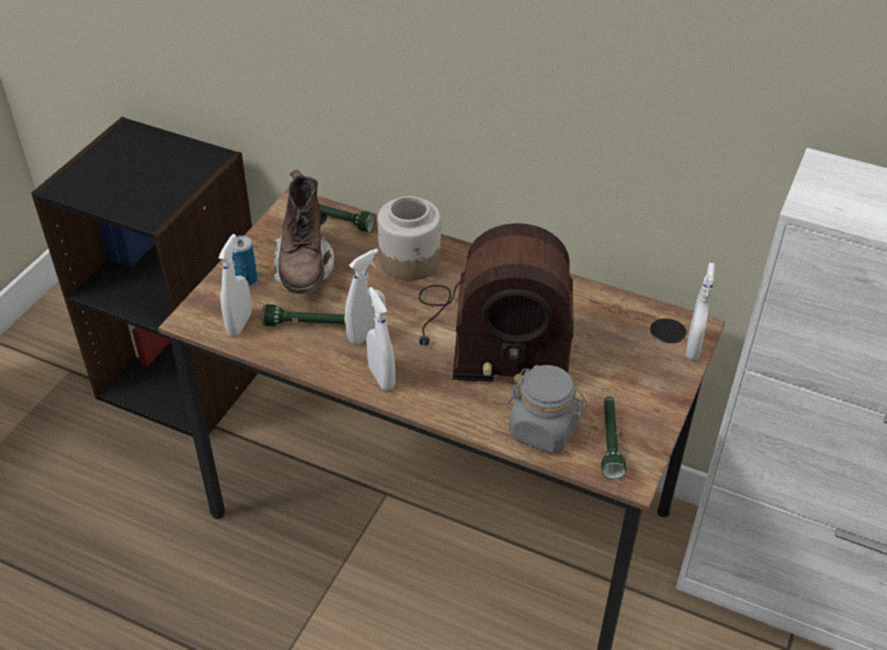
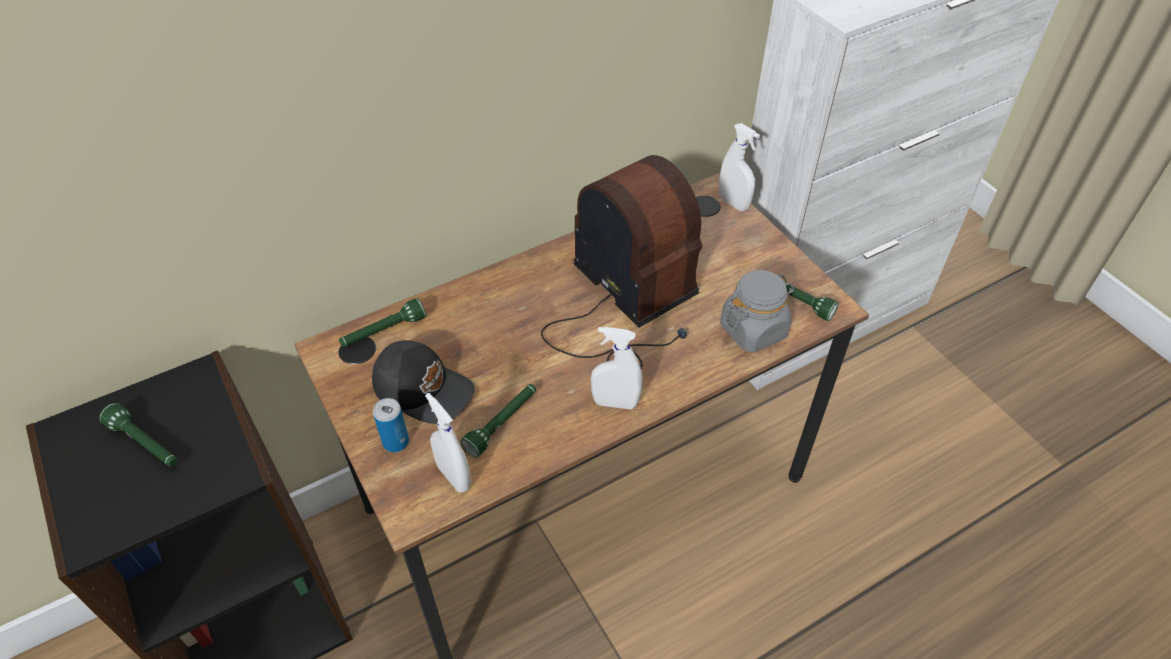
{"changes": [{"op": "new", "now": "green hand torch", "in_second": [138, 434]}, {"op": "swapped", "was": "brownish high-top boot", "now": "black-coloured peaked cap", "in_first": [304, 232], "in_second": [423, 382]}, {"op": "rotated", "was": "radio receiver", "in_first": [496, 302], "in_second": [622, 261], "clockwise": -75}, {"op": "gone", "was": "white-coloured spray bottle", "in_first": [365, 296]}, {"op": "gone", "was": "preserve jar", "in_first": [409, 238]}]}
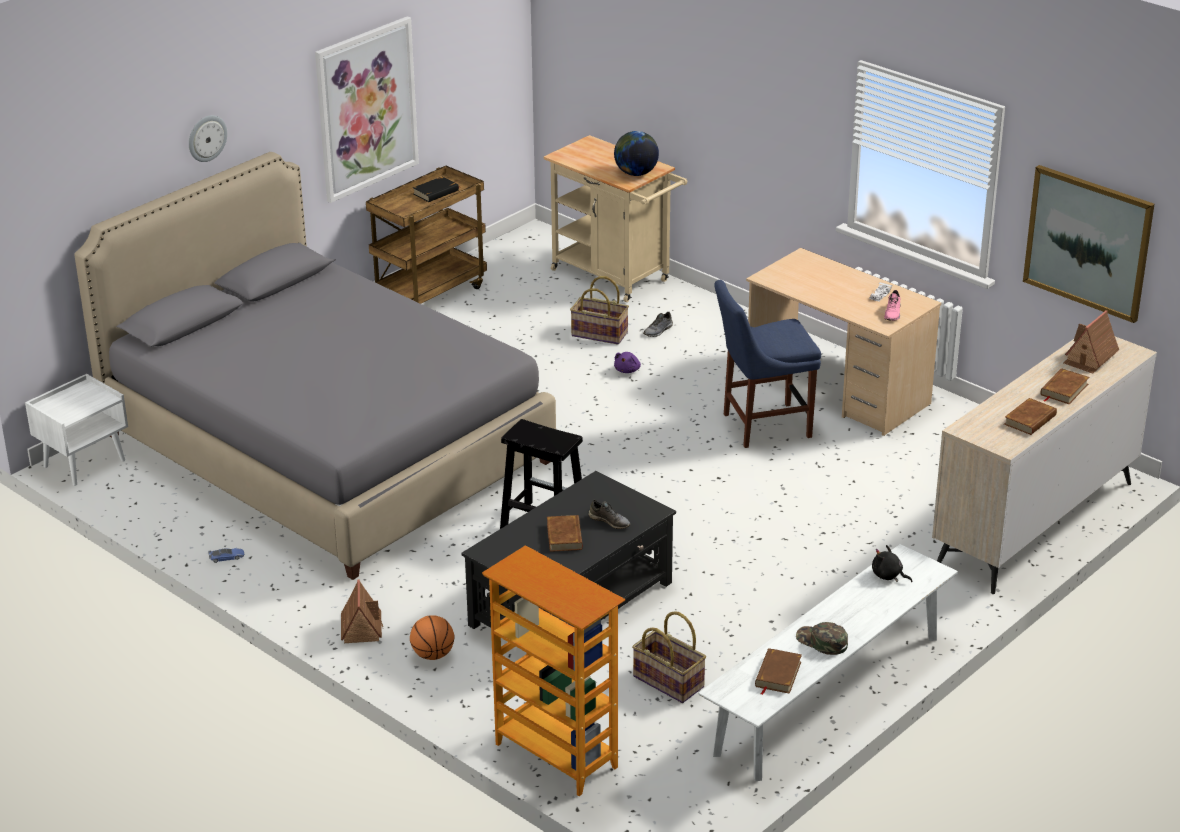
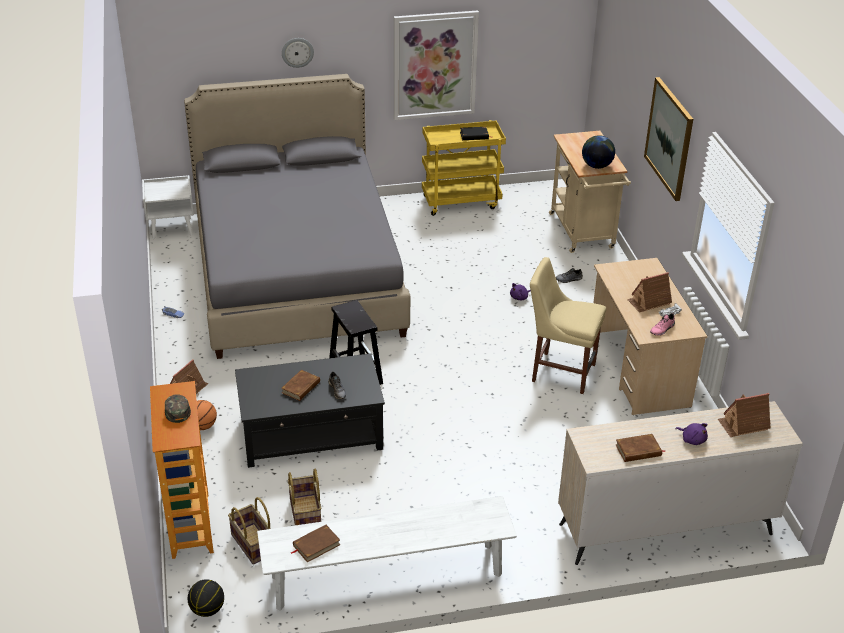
{"changes": [{"op": "shifted", "was": "green peaked cap", "in_first": [822, 638], "in_second": [178, 408]}, {"op": "new", "now": "basketball ball", "in_second": [206, 598]}, {"op": "shifted", "was": "storage basket", "in_first": [599, 310], "in_second": [249, 531]}, {"op": "repainted", "was": "brownish wheeled cart", "now": "yellow wheeled cart", "in_first": [426, 235], "in_second": [464, 168]}, {"op": "repainted", "was": "bluish chair", "now": "beige chair", "in_first": [767, 364], "in_second": [568, 325]}, {"op": "new", "now": "toy house", "in_second": [649, 292]}, {"op": "shifted", "was": "wall art", "in_first": [1088, 244], "in_second": [668, 139]}, {"op": "swapped", "was": "brownish bound book", "now": "purple-coloured cuddly toy", "in_first": [1065, 386], "in_second": [691, 434]}, {"op": "gone", "was": "black-coloured cuddly toy", "in_first": [892, 563]}]}
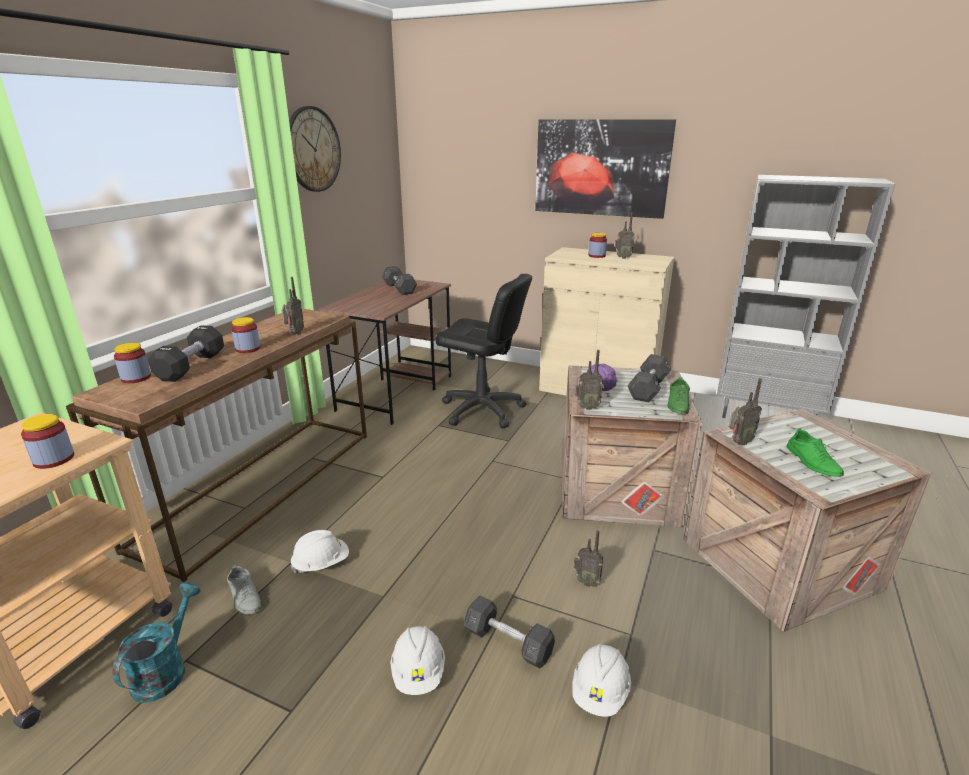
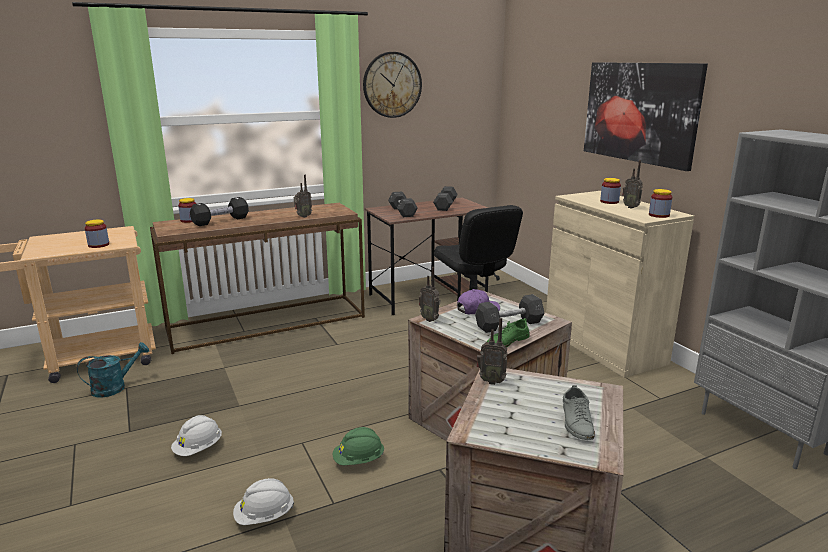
{"changes": [{"op": "swapped", "was": "radio receiver", "now": "green hard hat", "in_first": [588, 558], "in_second": [358, 446]}, {"op": "shifted", "was": "greyish free weight", "in_first": [509, 632], "in_second": [403, 204]}, {"op": "shifted", "was": "greyish shoe", "in_first": [244, 589], "in_second": [579, 412]}, {"op": "shifted", "was": "preserve jar", "in_first": [245, 335], "in_second": [660, 203]}, {"op": "gone", "was": "white-coloured hard hat", "in_first": [320, 552]}, {"op": "gone", "was": "green shoe", "in_first": [815, 452]}]}
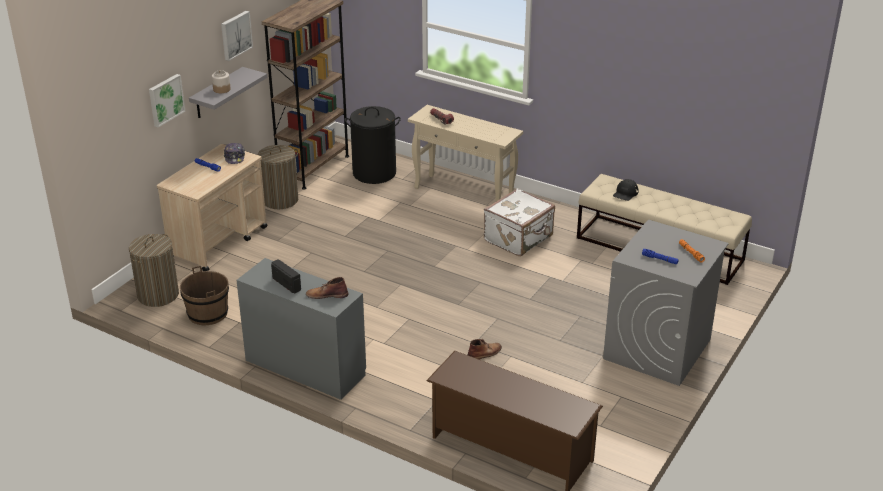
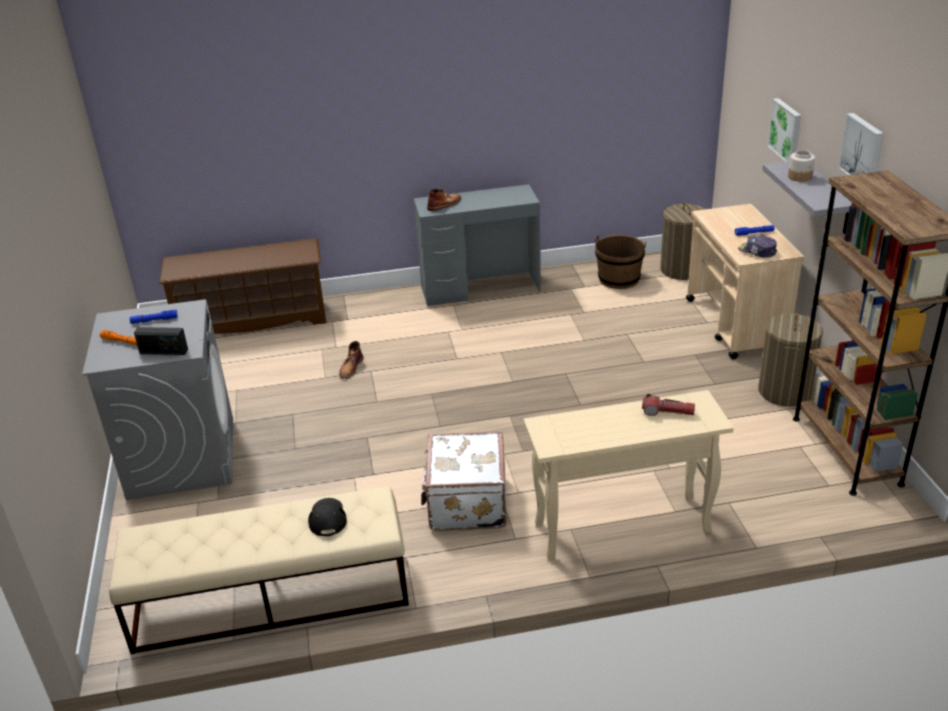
{"changes": [{"op": "shifted", "was": "radio receiver", "in_first": [286, 276], "in_second": [161, 341]}, {"op": "gone", "was": "black-coloured hamper", "in_first": [373, 145]}]}
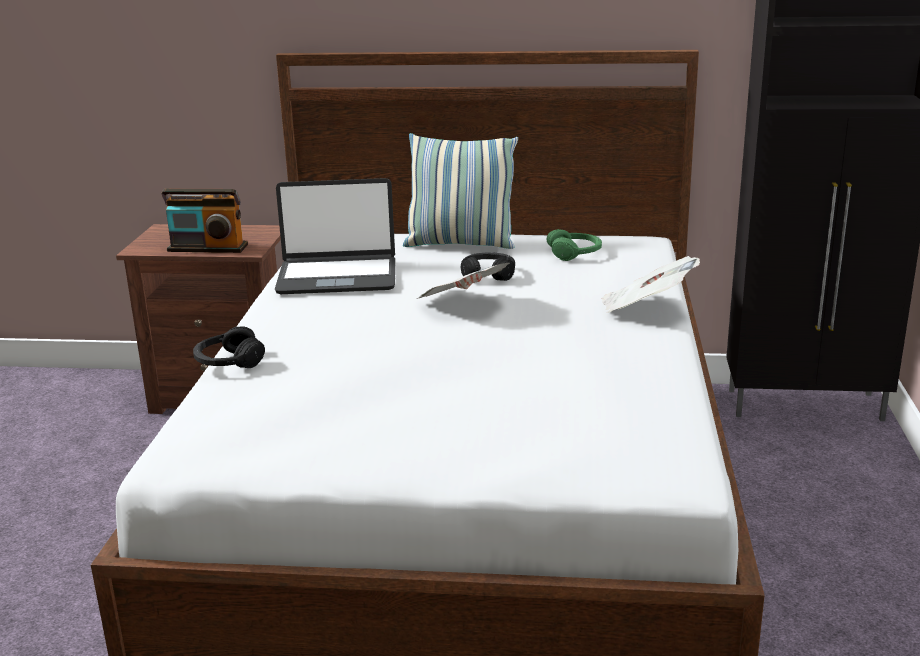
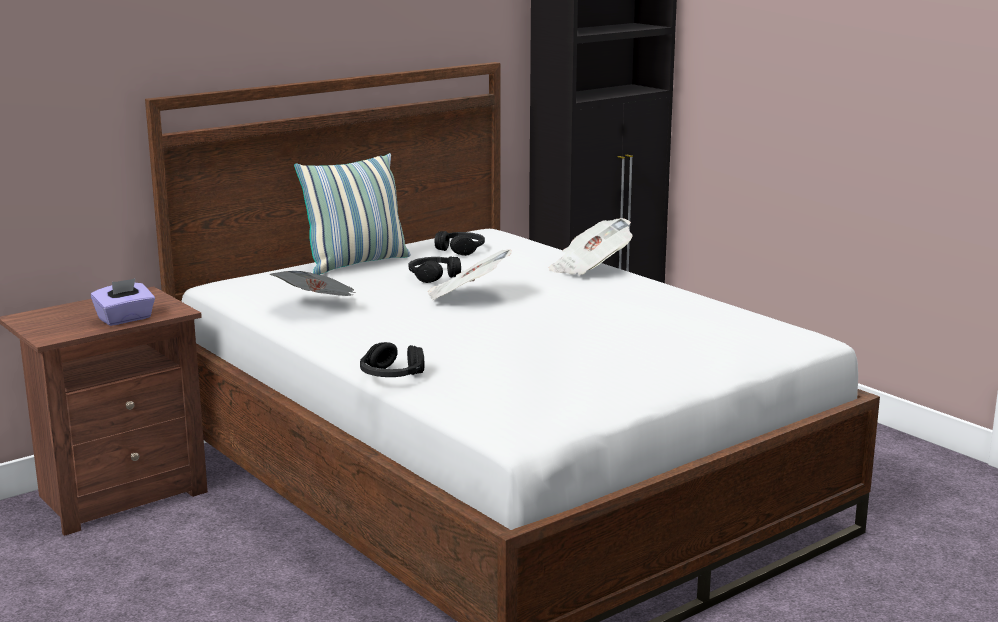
{"changes": [{"op": "swapped", "was": "radio receiver", "now": "purple-coloured tissue holder", "in_first": [205, 221], "in_second": [123, 302]}, {"op": "swapped", "was": "laptop", "now": "newspaper", "in_first": [335, 236], "in_second": [312, 283]}, {"op": "repainted", "was": "green headphones", "now": "black-coloured headphones", "in_first": [574, 245], "in_second": [460, 243]}]}
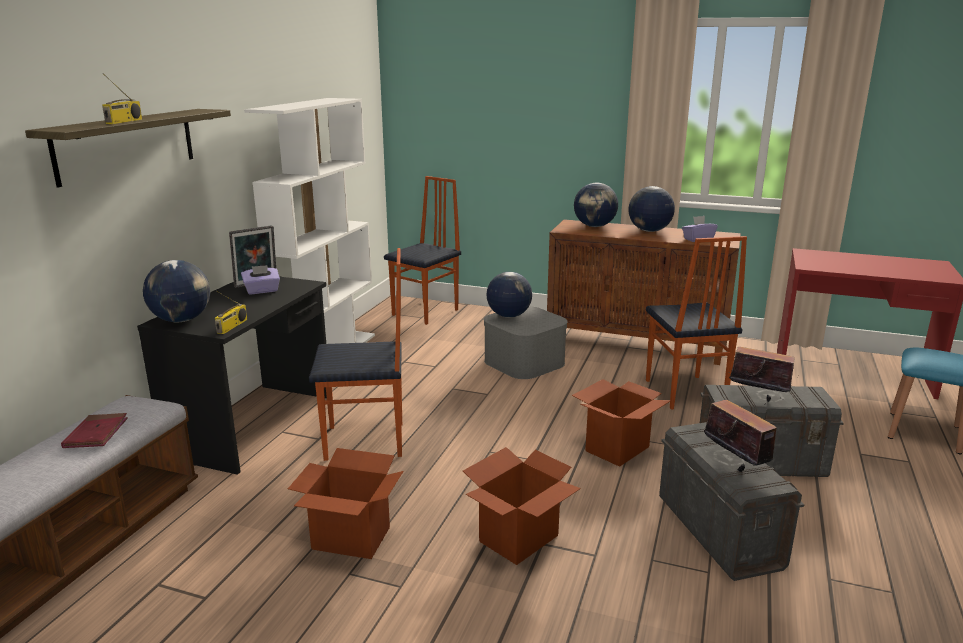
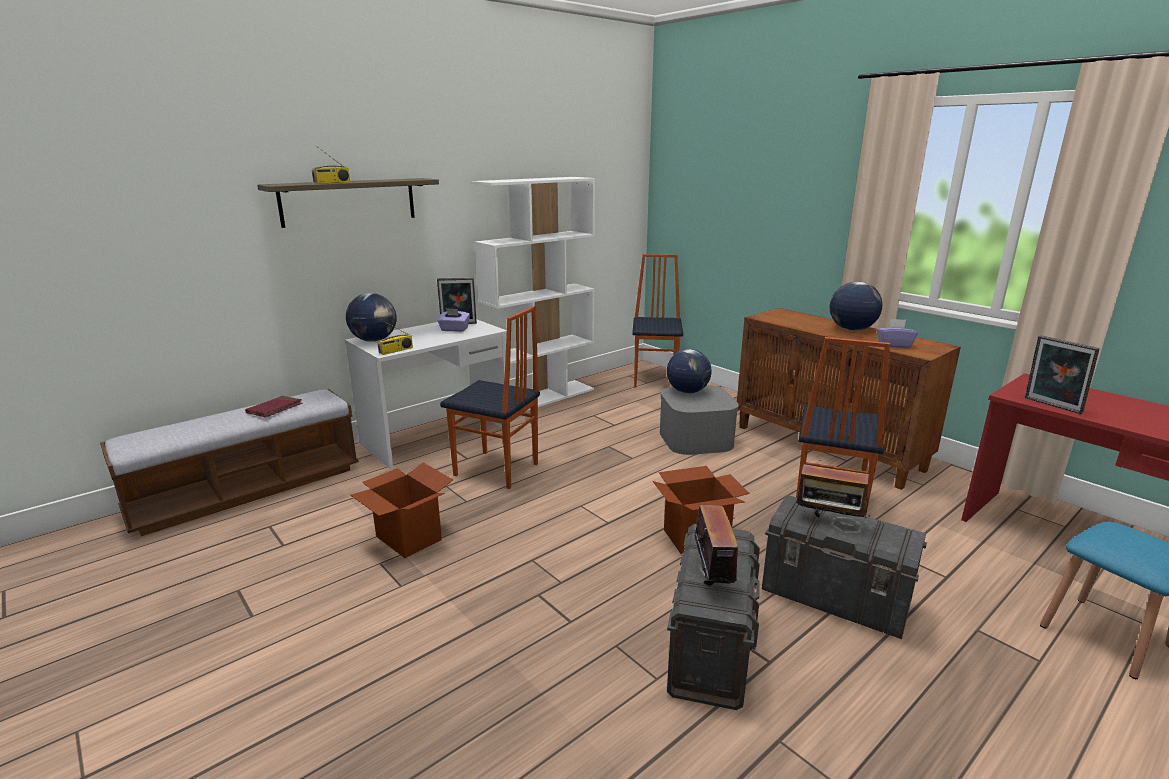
{"changes": [{"op": "repainted", "was": "black-coloured desk table", "now": "white-coloured desk table", "in_first": [232, 376], "in_second": [426, 394]}, {"op": "rotated", "was": "chair", "in_first": [422, 250], "in_second": [657, 320], "clockwise": -60}, {"op": "rotated", "was": "radio receiver", "in_first": [762, 371], "in_second": [833, 489], "clockwise": 150}, {"op": "new", "now": "photo frame", "in_second": [1062, 374]}, {"op": "gone", "was": "packing box", "in_first": [522, 506]}, {"op": "gone", "was": "desk globe", "in_first": [596, 205]}]}
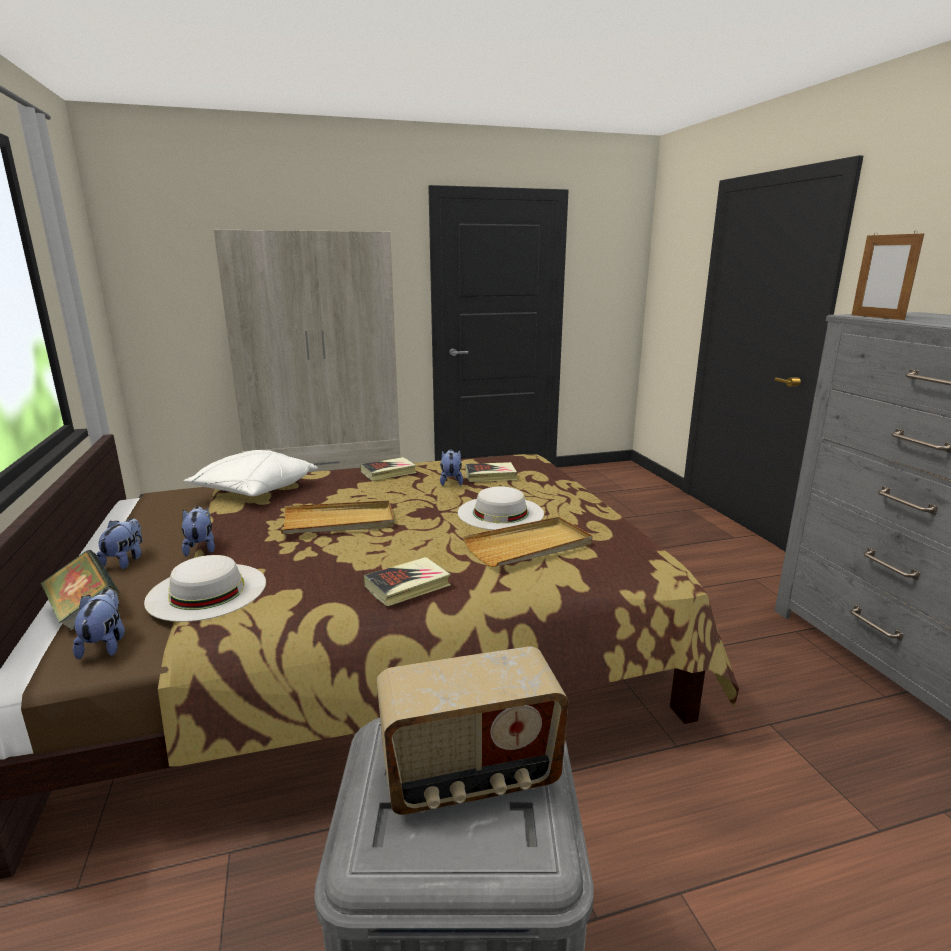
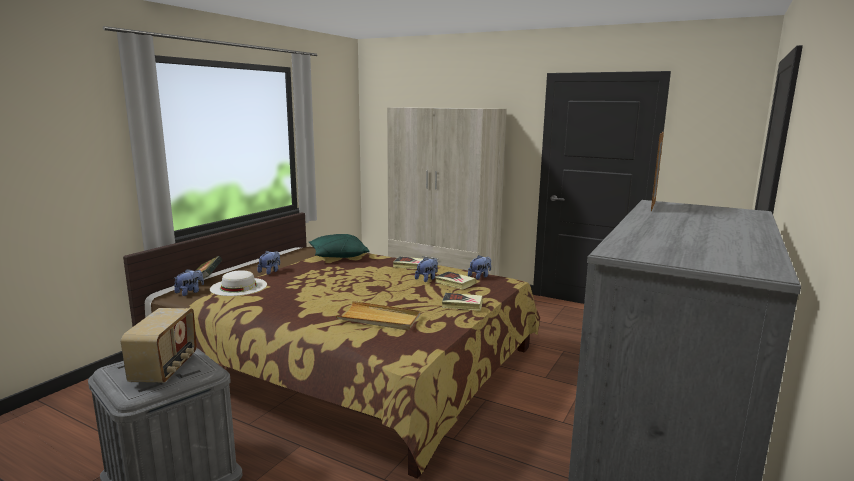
{"changes": [{"op": "rotated", "was": "radio receiver", "in_first": [472, 730], "in_second": [159, 345], "clockwise": -120}, {"op": "repainted", "was": "white-coloured pillow", "now": "green pillow", "in_first": [251, 473], "in_second": [339, 246]}, {"op": "shifted", "was": "bound book", "in_first": [407, 582], "in_second": [462, 302]}, {"op": "shifted", "was": "cuddly toy", "in_first": [119, 543], "in_second": [479, 267]}, {"op": "gone", "was": "beige tray", "in_first": [337, 517]}, {"op": "gone", "was": "white-coloured wearable hat", "in_first": [501, 508]}]}
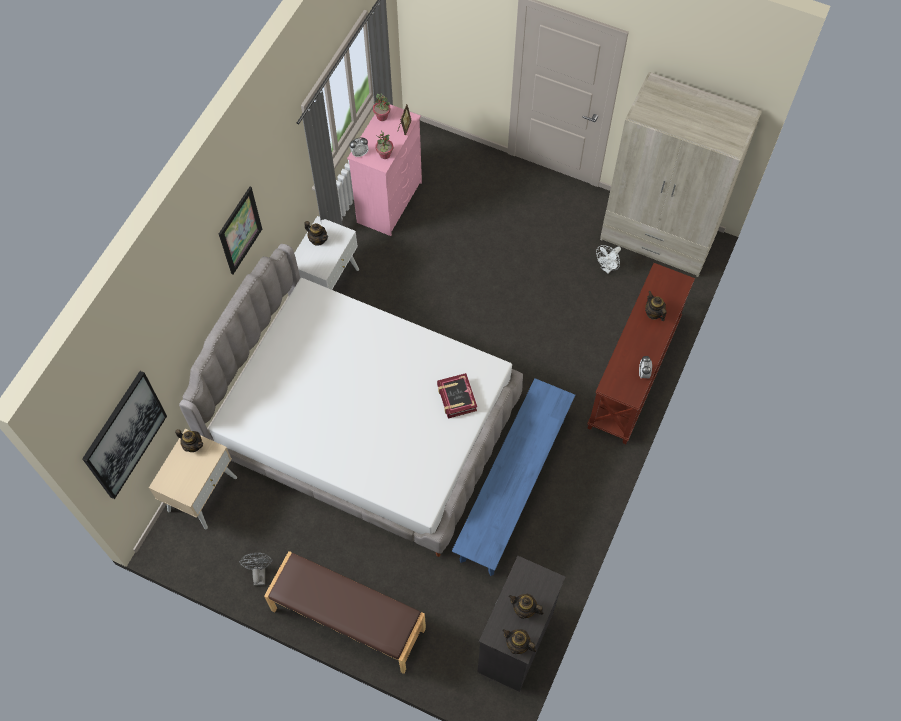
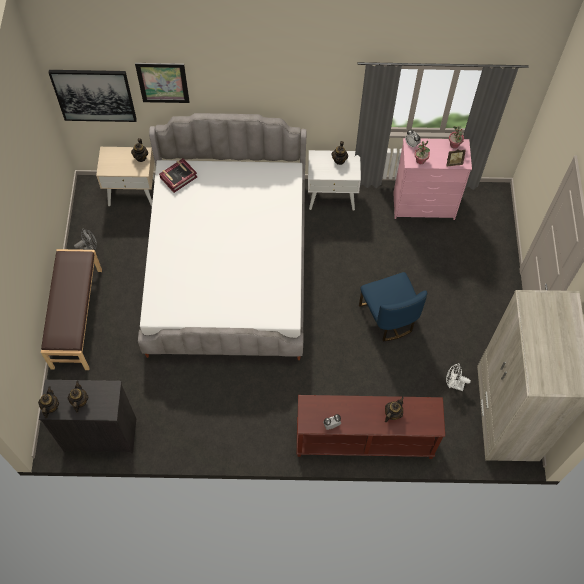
{"changes": [{"op": "shifted", "was": "wall art", "in_first": [240, 231], "in_second": [162, 83]}, {"op": "shifted", "was": "bound book", "in_first": [457, 395], "in_second": [178, 176]}, {"op": "new", "now": "bluish chair", "in_second": [393, 306]}, {"op": "gone", "was": "bluish indoor bench", "in_first": [513, 477]}]}
